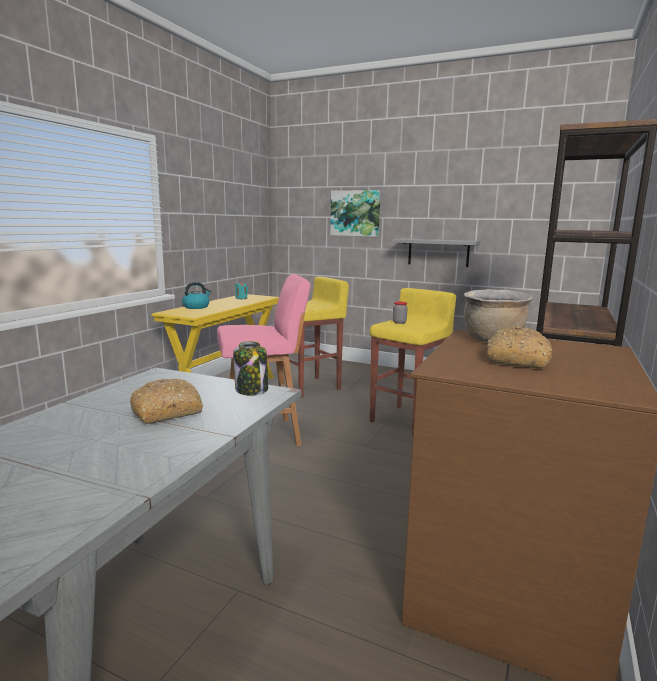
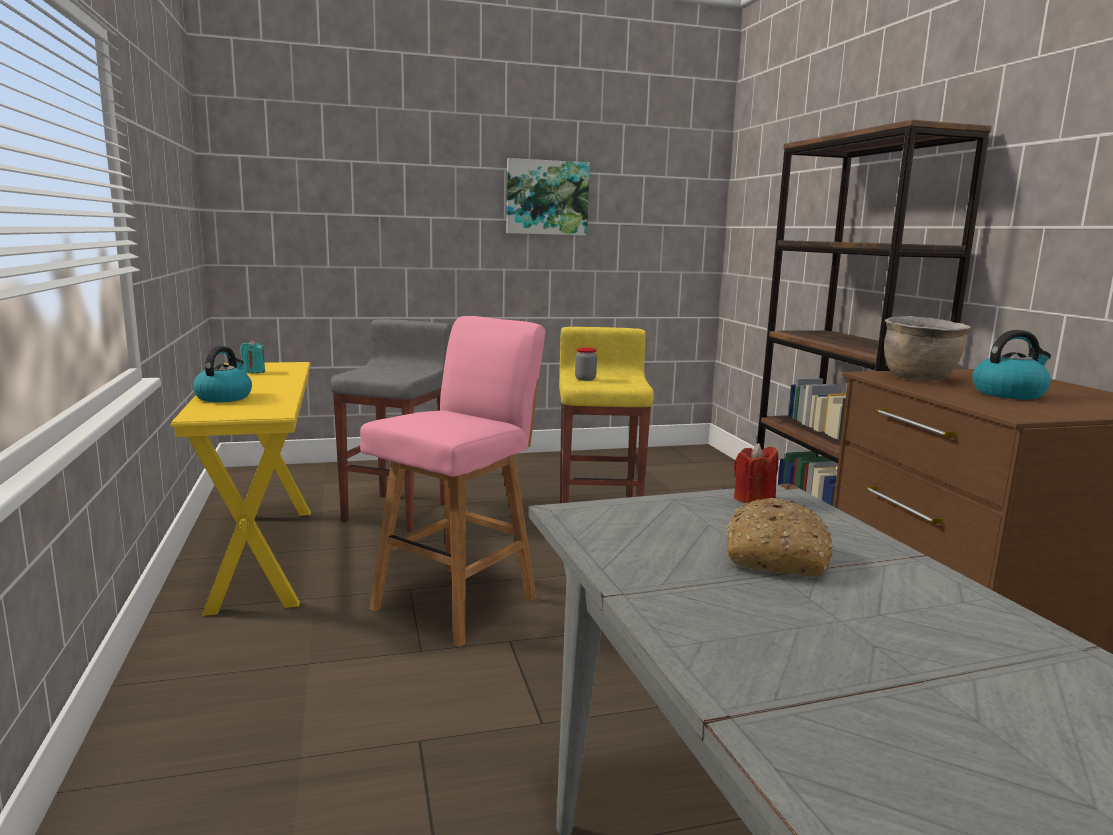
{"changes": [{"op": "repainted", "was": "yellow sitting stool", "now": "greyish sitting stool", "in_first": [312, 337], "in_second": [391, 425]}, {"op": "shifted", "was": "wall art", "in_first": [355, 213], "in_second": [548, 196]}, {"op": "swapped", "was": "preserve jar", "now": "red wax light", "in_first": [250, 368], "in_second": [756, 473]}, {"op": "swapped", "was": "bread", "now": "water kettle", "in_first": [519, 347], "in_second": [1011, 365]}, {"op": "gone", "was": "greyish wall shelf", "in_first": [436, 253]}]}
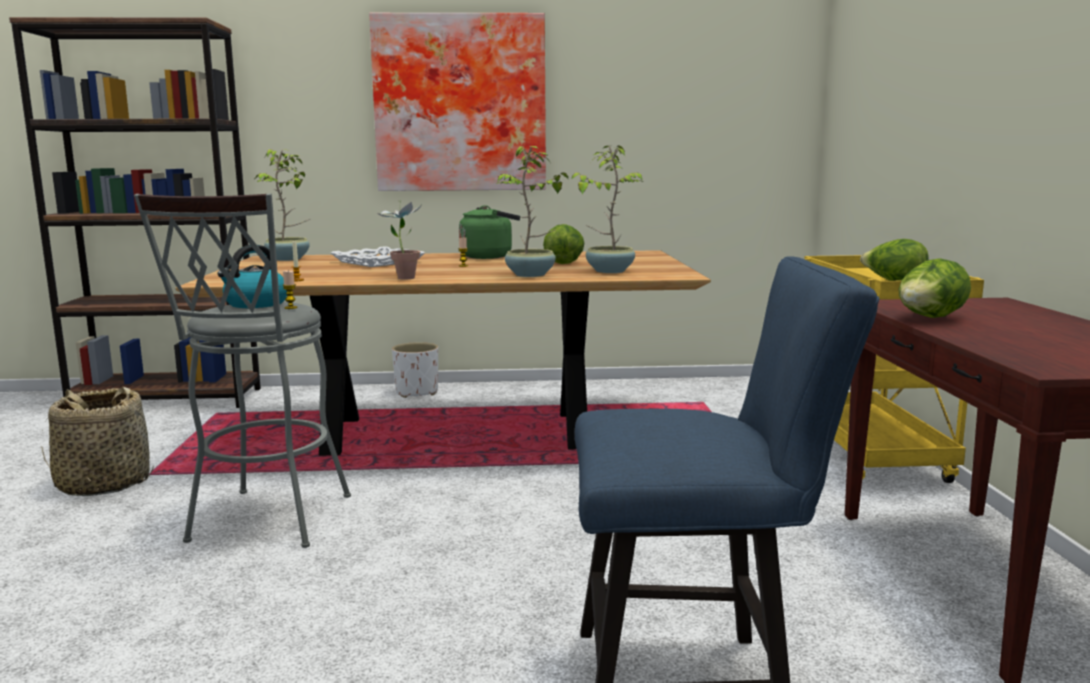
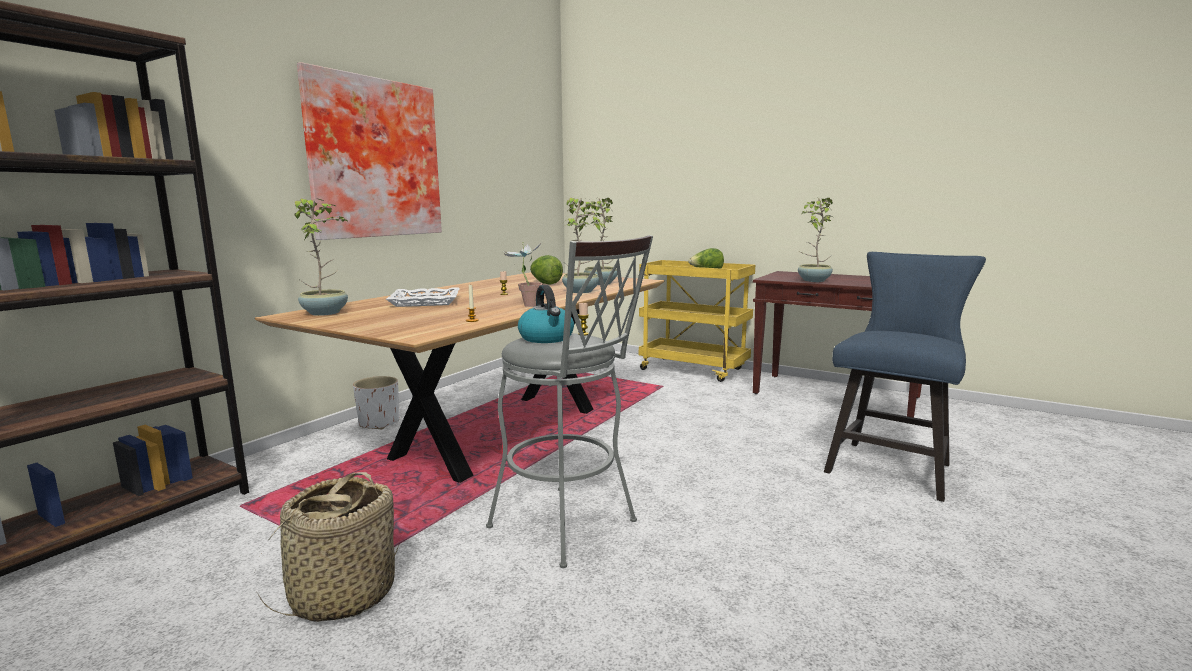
{"changes": [{"op": "swapped", "was": "head of lettuce", "now": "potted plant", "in_first": [935, 288], "in_second": [815, 240]}, {"op": "gone", "was": "green water kettle", "in_first": [489, 232]}]}
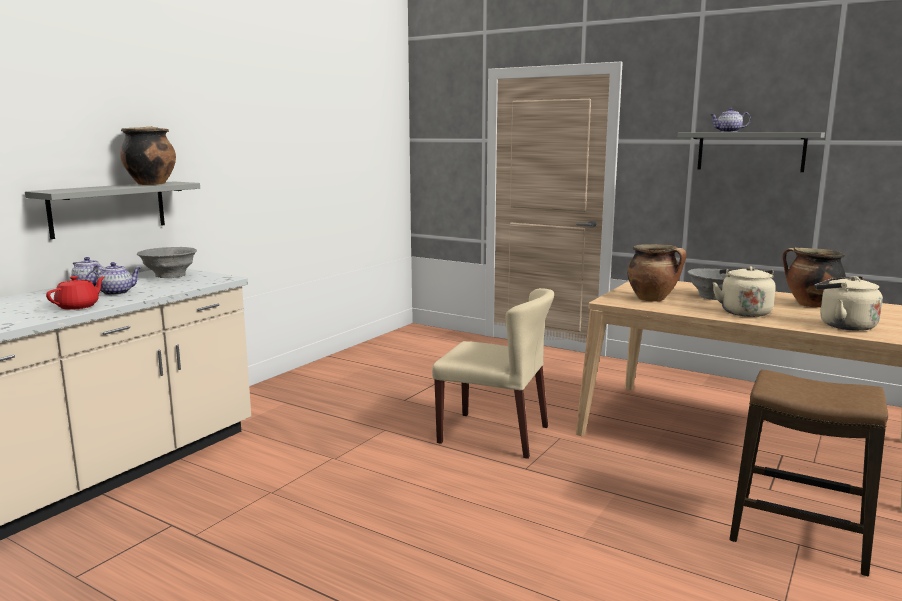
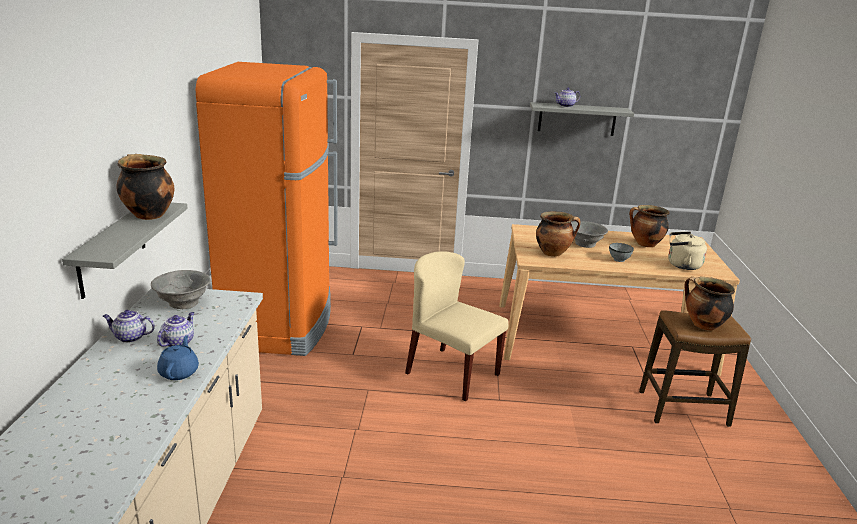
{"changes": [{"op": "repainted", "was": "red teapot", "now": "bluish teapot", "in_first": [75, 293], "in_second": [178, 358]}, {"op": "new", "now": "orangey refrigerator", "in_second": [267, 209]}, {"op": "rotated", "was": "beige chair", "in_first": [493, 373], "in_second": [457, 327], "clockwise": -135}, {"op": "swapped", "was": "beige water kettle", "now": "greyish serving bowl", "in_first": [744, 291], "in_second": [621, 252]}, {"op": "new", "now": "saucepot", "in_second": [710, 304]}]}
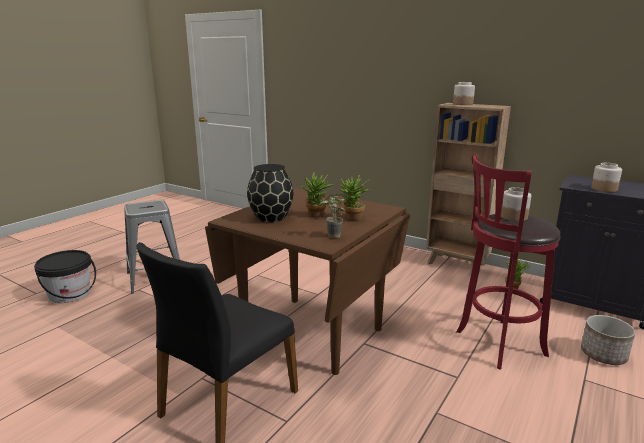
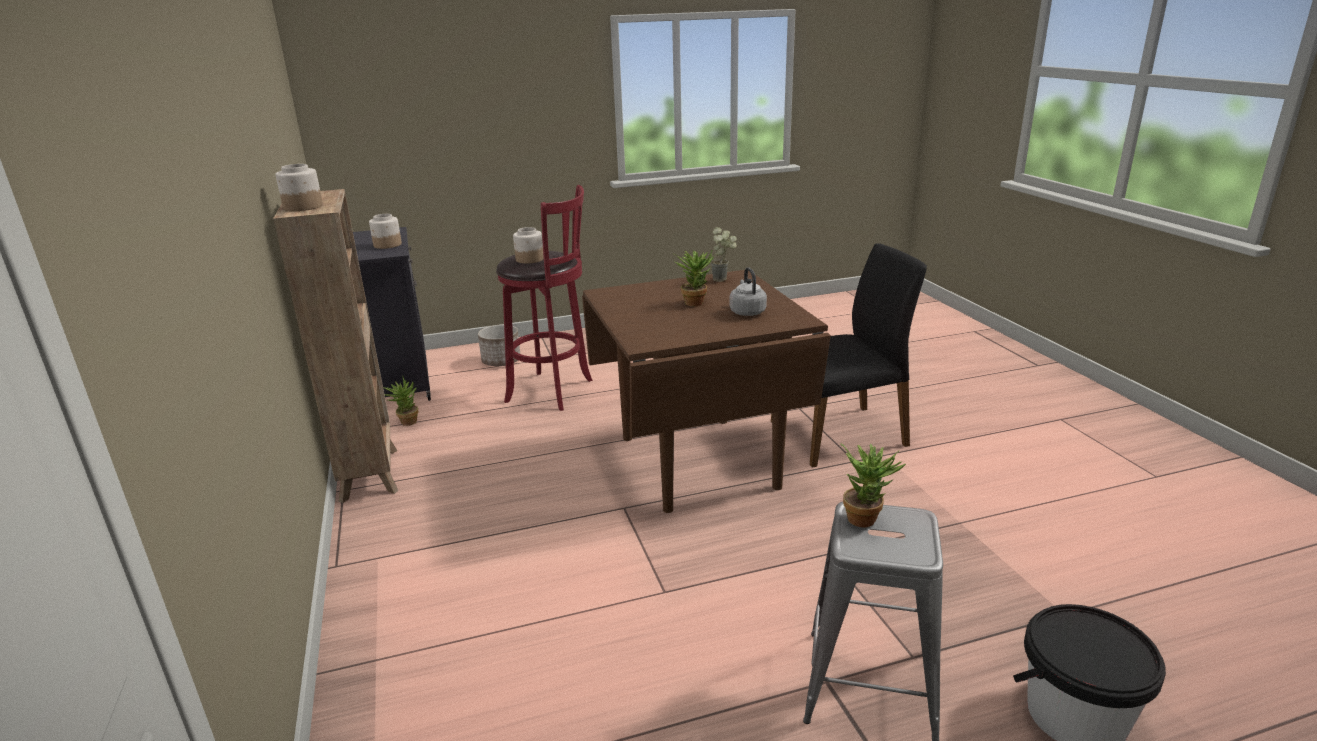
{"changes": [{"op": "swapped", "was": "black-coloured decorative vase", "now": "greyish water kettle", "in_first": [270, 193], "in_second": [748, 291]}, {"op": "shifted", "was": "potted plant", "in_first": [354, 197], "in_second": [873, 485]}]}
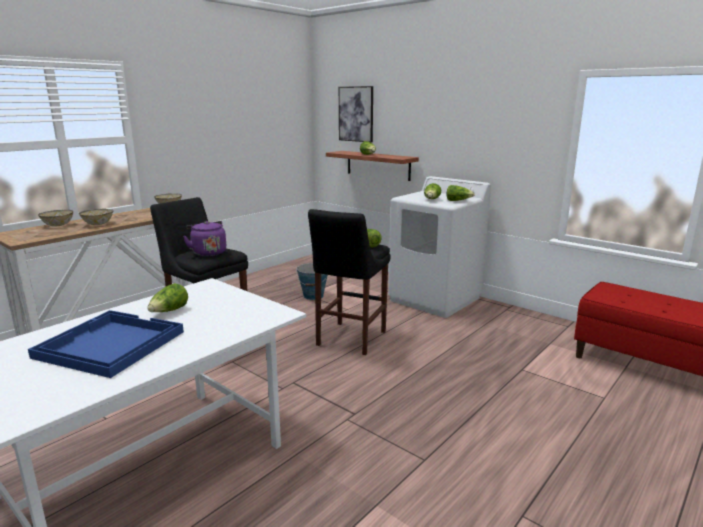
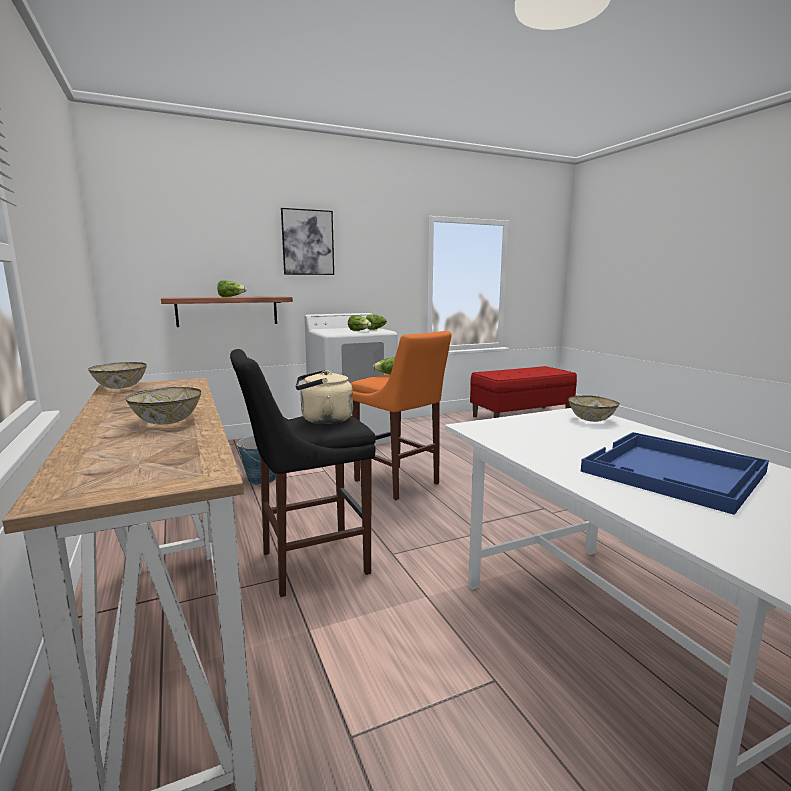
{"changes": [{"op": "shifted", "was": "wall art", "in_first": [356, 114], "in_second": [307, 241]}, {"op": "repainted", "was": "purple-coloured water kettle", "now": "beige water kettle", "in_first": [204, 238], "in_second": [324, 397]}, {"op": "repainted", "was": "black-coloured sitting stool", "now": "orangey sitting stool", "in_first": [349, 282], "in_second": [401, 415]}, {"op": "shifted", "was": "serving bowl", "in_first": [55, 218], "in_second": [594, 408]}, {"op": "gone", "was": "head of lettuce", "in_first": [167, 297]}]}
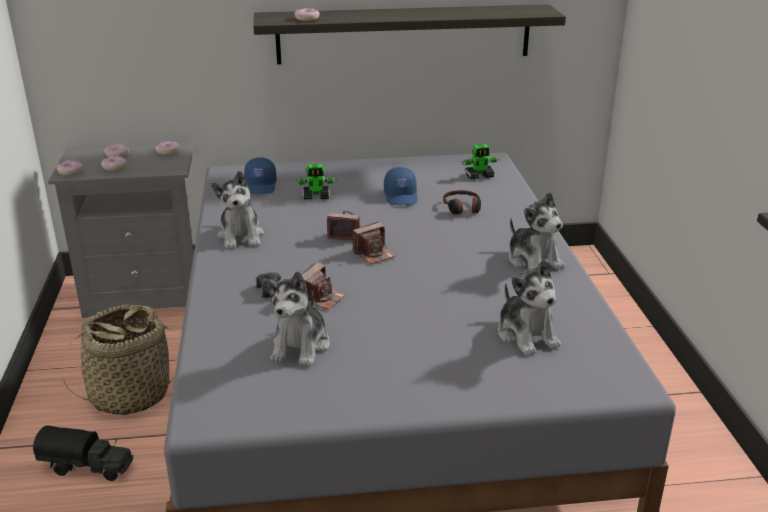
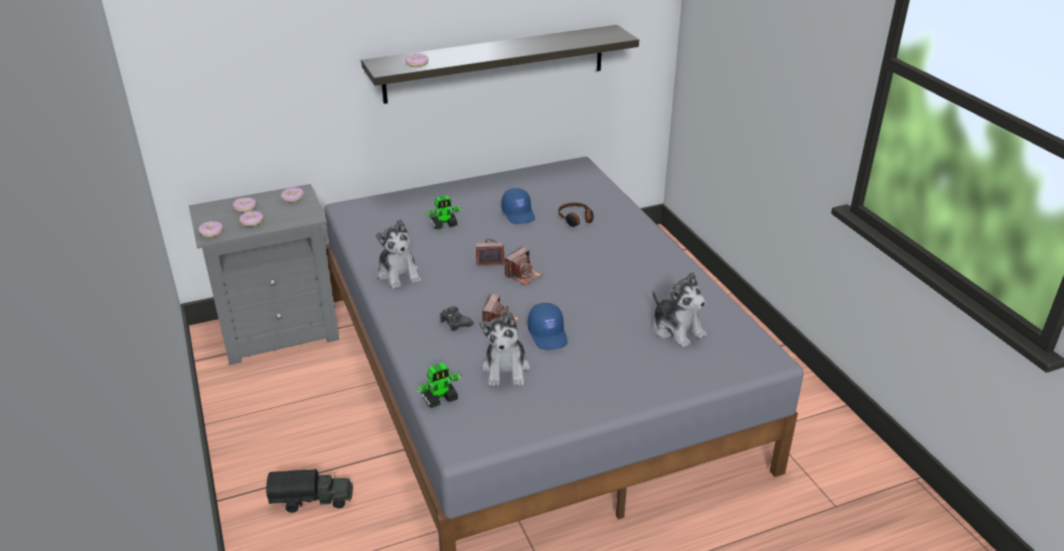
{"changes": [{"op": "shifted", "was": "robot figure", "in_first": [481, 161], "in_second": [439, 385]}, {"op": "shifted", "was": "bluish peaked cap", "in_first": [260, 175], "in_second": [548, 326]}, {"op": "gone", "was": "storage basket", "in_first": [117, 359]}, {"op": "gone", "was": "cuddly toy", "in_first": [536, 231]}]}
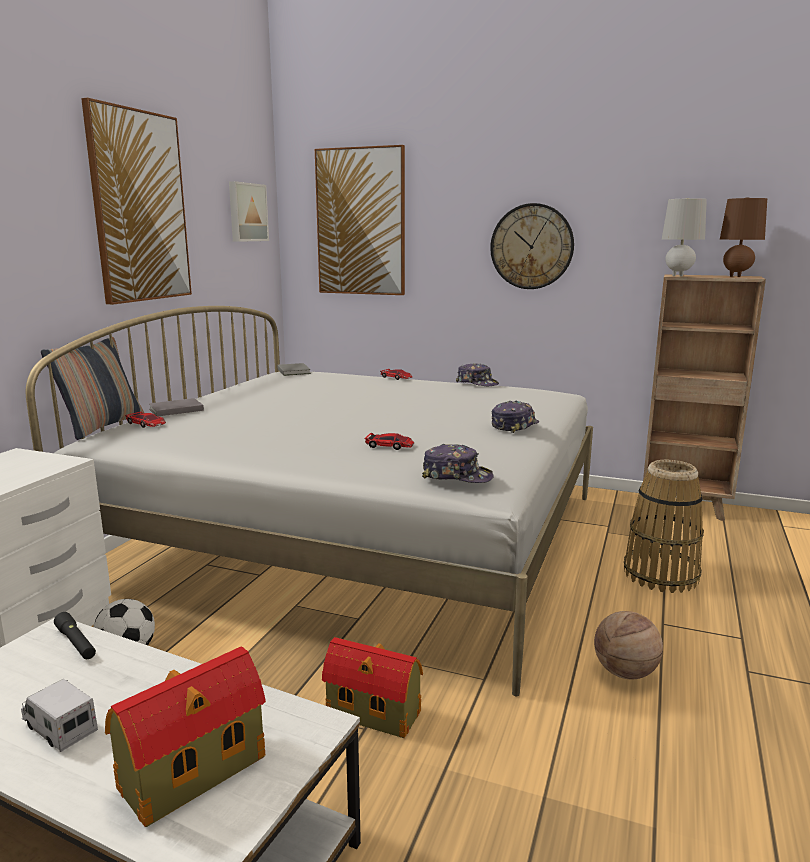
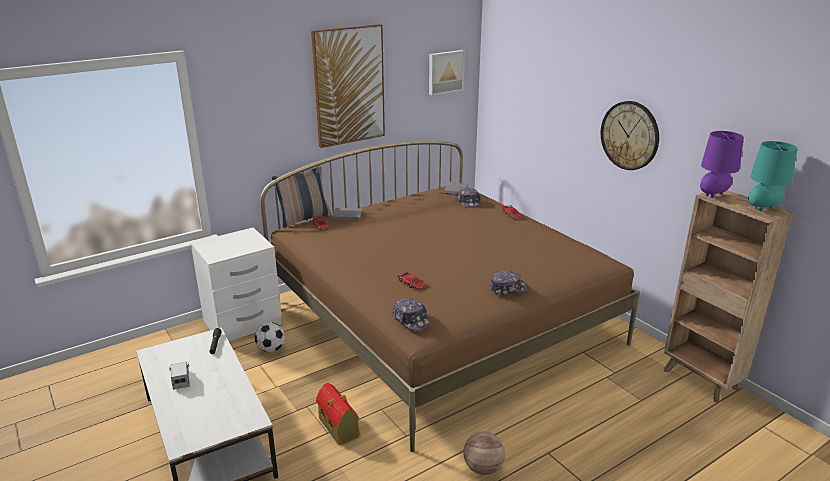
{"changes": [{"op": "repainted", "was": "white-coloured bed", "now": "brownish bed", "in_first": [309, 501], "in_second": [450, 296]}, {"op": "shifted", "was": "peaked cap", "in_first": [477, 374], "in_second": [469, 198]}, {"op": "repainted", "was": "greyish table lamp", "now": "purple-coloured table lamp", "in_first": [684, 237], "in_second": [722, 164]}, {"op": "repainted", "was": "brownish table lamp", "now": "blue-green table lamp", "in_first": [743, 237], "in_second": [773, 176]}, {"op": "gone", "was": "toy house", "in_first": [185, 736]}, {"op": "gone", "was": "wall art", "in_first": [360, 220]}, {"op": "gone", "was": "storage basket", "in_first": [664, 526]}]}
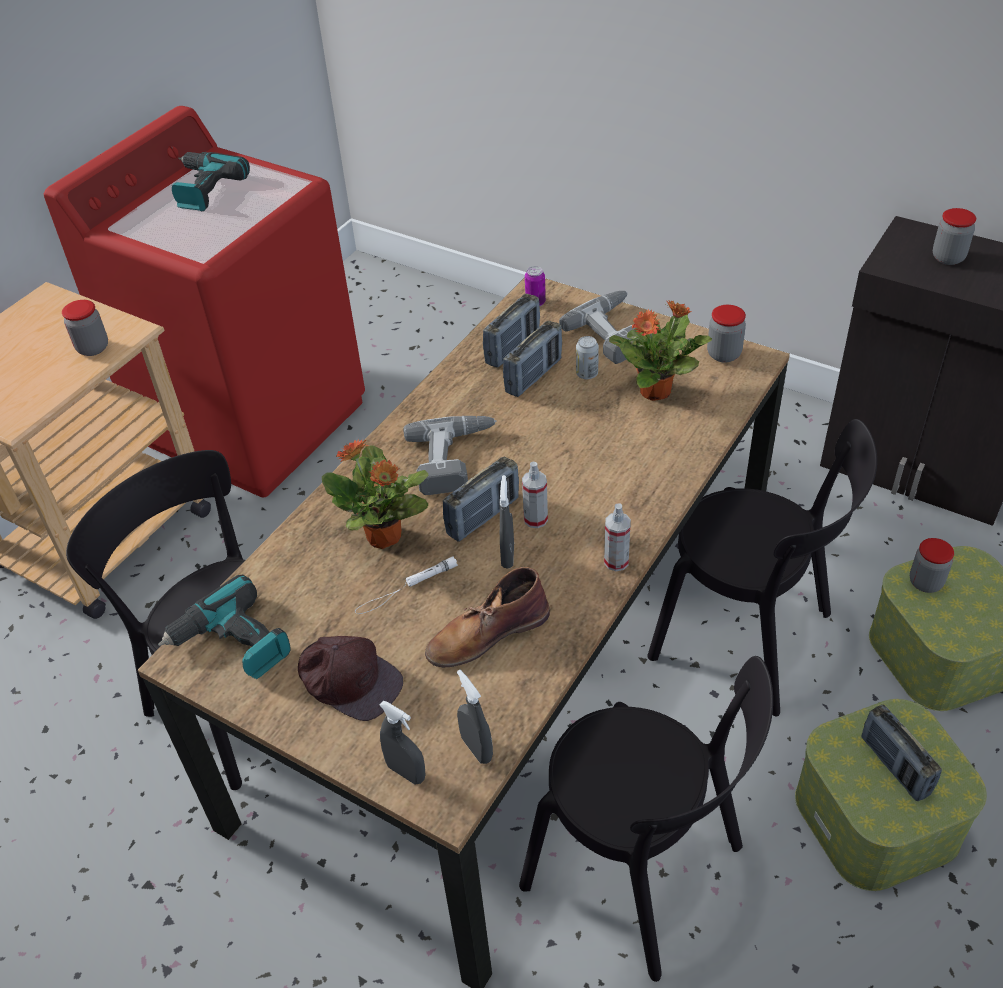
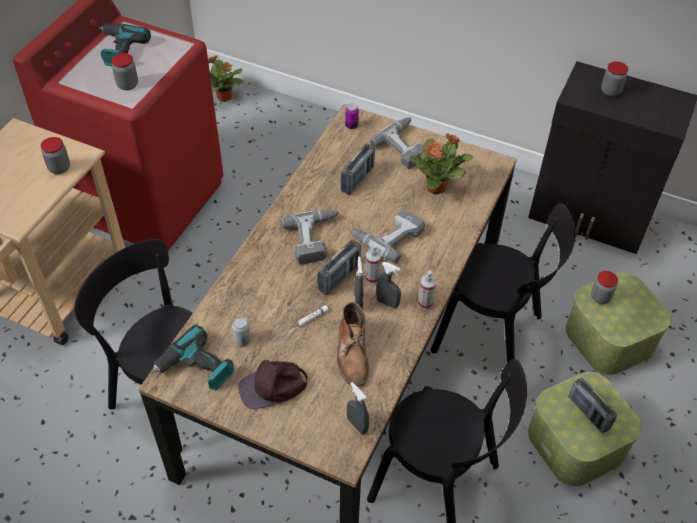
{"changes": [{"op": "shifted", "was": "preserve jar", "in_first": [726, 334], "in_second": [124, 71]}, {"op": "shifted", "was": "potted plant", "in_first": [375, 494], "in_second": [225, 78]}, {"op": "shifted", "was": "can", "in_first": [587, 357], "in_second": [241, 331]}, {"op": "rotated", "was": "brownish peaked cap", "in_first": [350, 678], "in_second": [272, 384], "clockwise": 135}, {"op": "rotated", "was": "brownish high-top boot", "in_first": [487, 617], "in_second": [353, 344], "clockwise": -60}, {"op": "new", "now": "power drill", "in_second": [387, 236]}, {"op": "shifted", "was": "greyish spray bottle", "in_first": [402, 743], "in_second": [388, 285]}, {"op": "gone", "was": "radio receiver", "in_first": [511, 331]}]}
